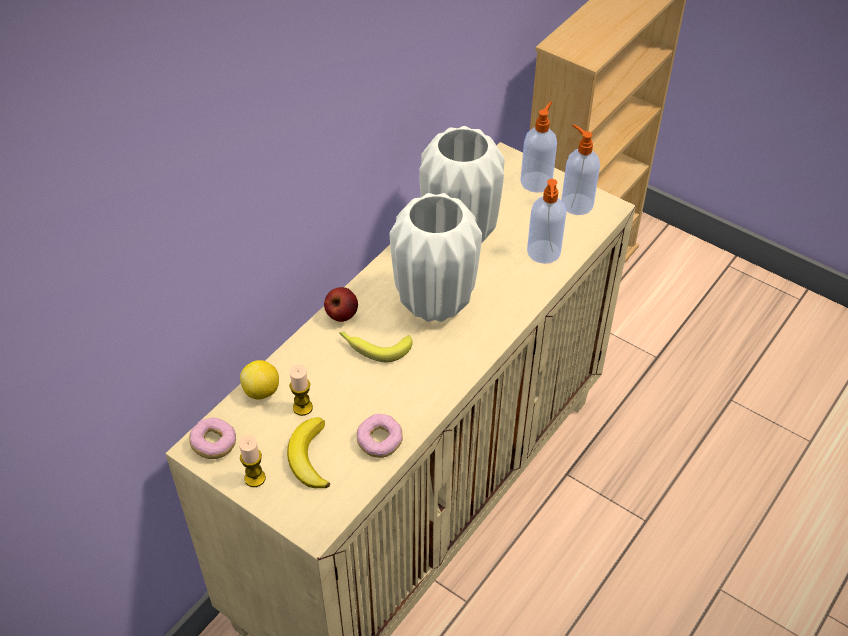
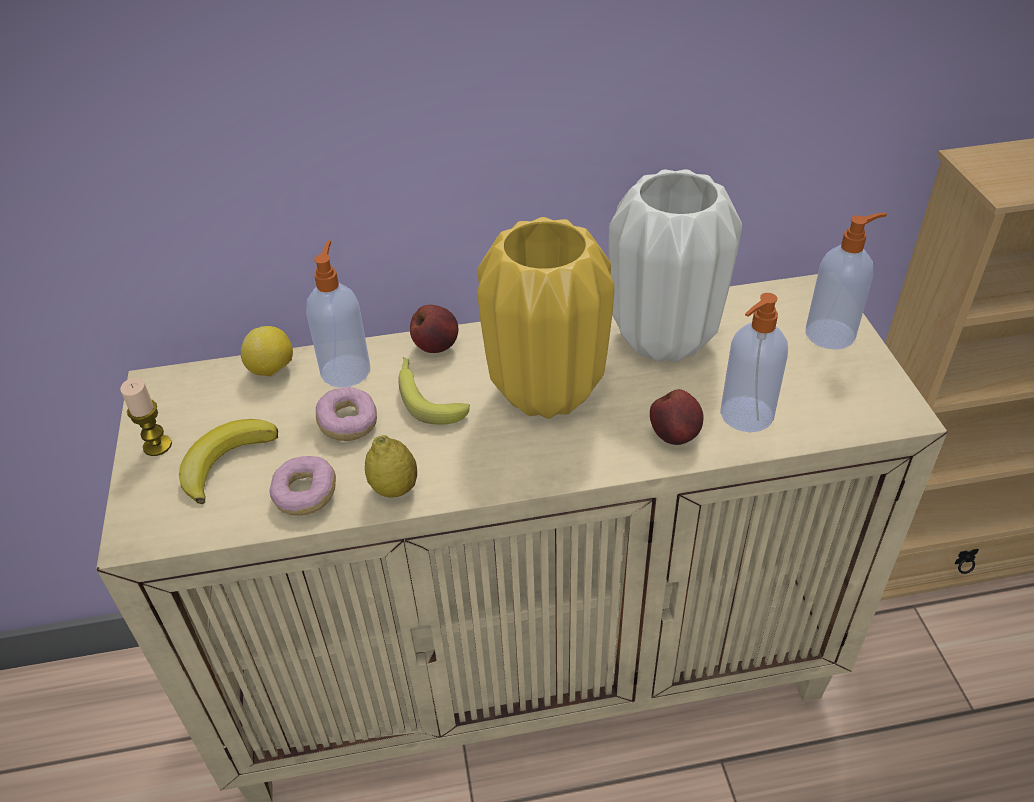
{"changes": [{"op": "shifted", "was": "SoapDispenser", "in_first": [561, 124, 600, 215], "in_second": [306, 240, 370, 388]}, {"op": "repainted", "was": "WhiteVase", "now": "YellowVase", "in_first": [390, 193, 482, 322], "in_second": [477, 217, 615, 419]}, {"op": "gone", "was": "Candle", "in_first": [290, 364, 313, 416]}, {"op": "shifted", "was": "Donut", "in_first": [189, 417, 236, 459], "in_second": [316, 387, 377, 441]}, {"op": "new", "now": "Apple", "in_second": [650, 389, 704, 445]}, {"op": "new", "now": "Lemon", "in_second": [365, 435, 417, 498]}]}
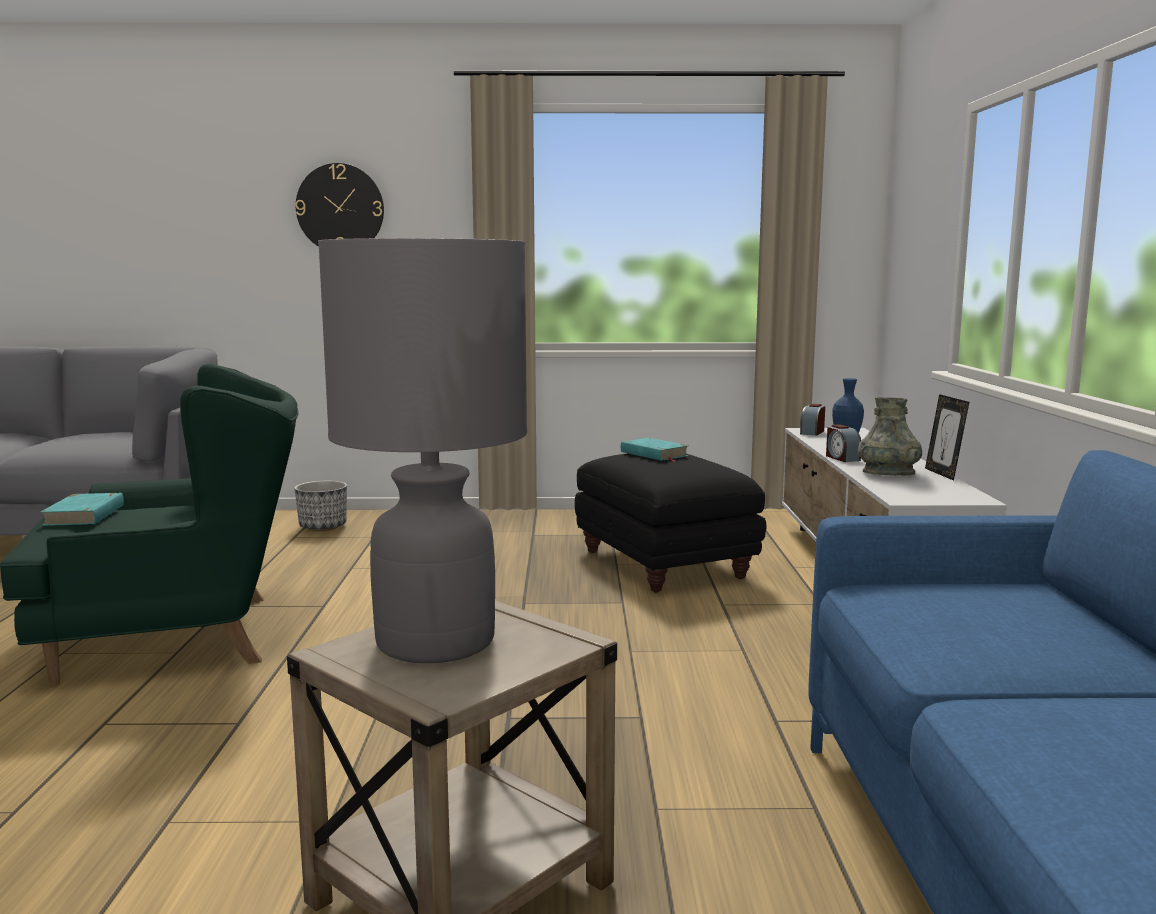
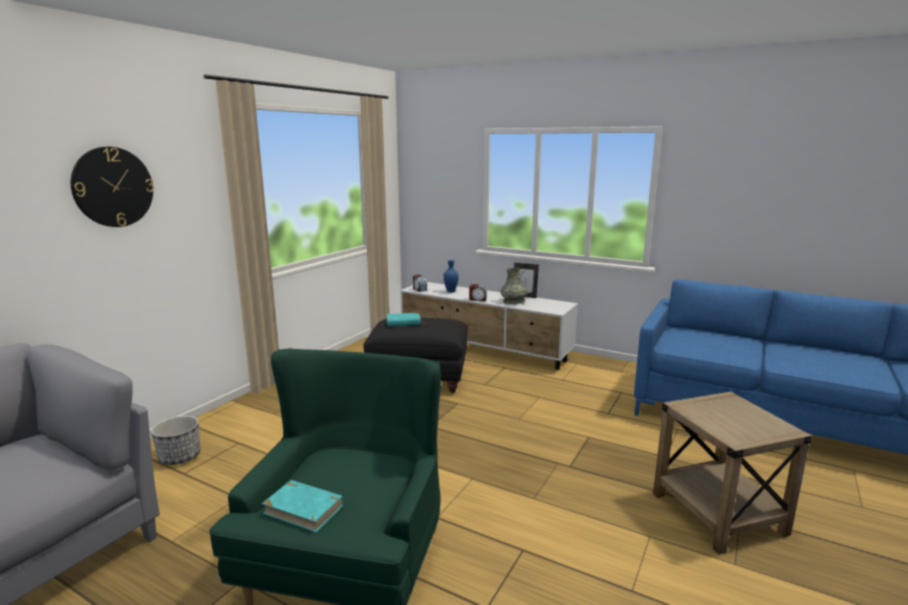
{"changes": [{"op": "gone", "was": "GreyTableLamp", "in_first": [318, 238, 527, 663]}]}
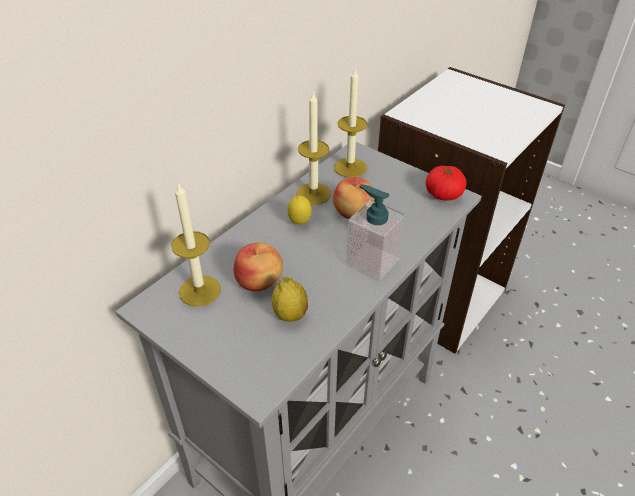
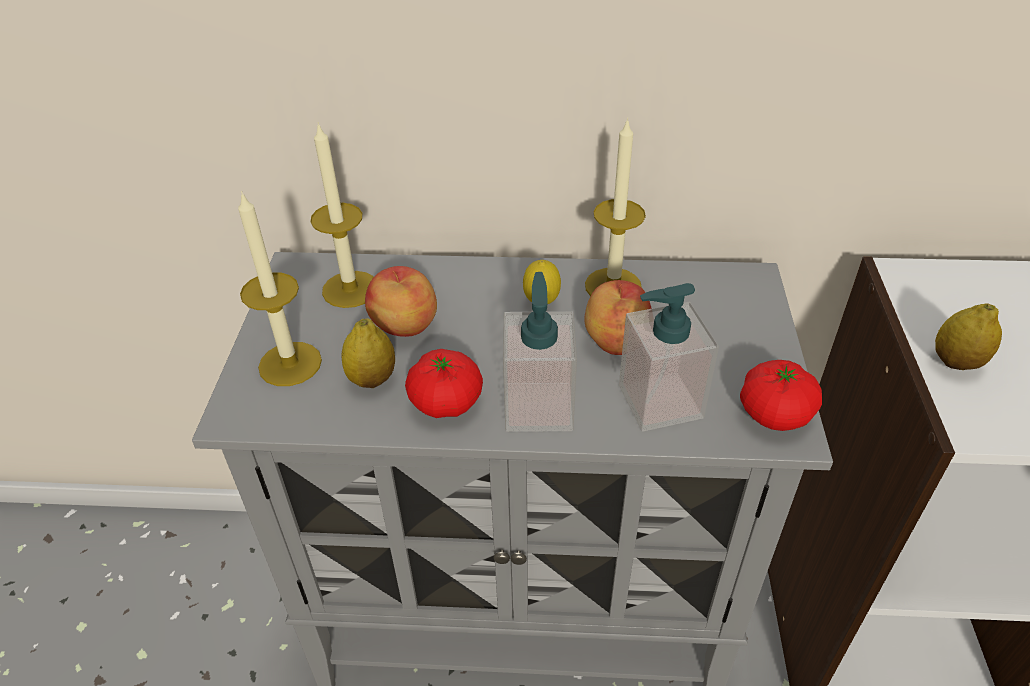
{"changes": [{"op": "shifted", "was": "Candle", "in_first": [334, 69, 367, 178], "in_second": [238, 191, 322, 386]}, {"op": "new", "now": "SoapDispenser", "in_second": [619, 283, 719, 431]}, {"op": "new", "now": "Lemon", "in_second": [935, 303, 1002, 370]}, {"op": "new", "now": "Tomato", "in_second": [405, 349, 483, 418]}]}
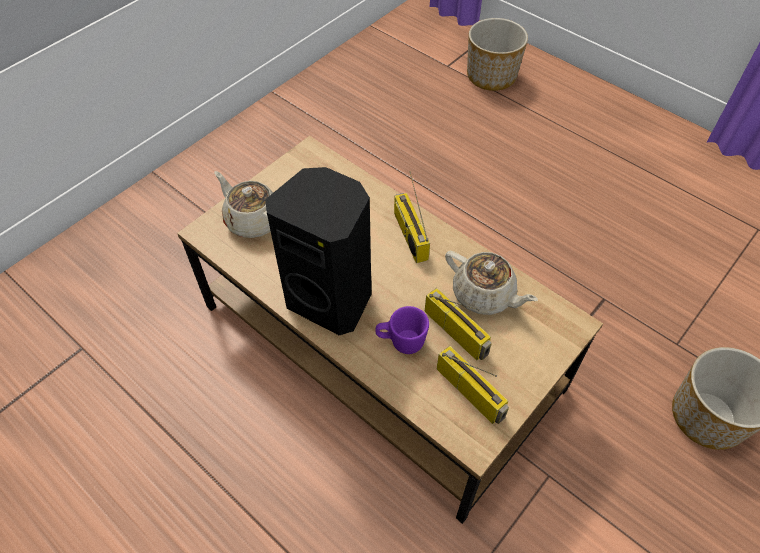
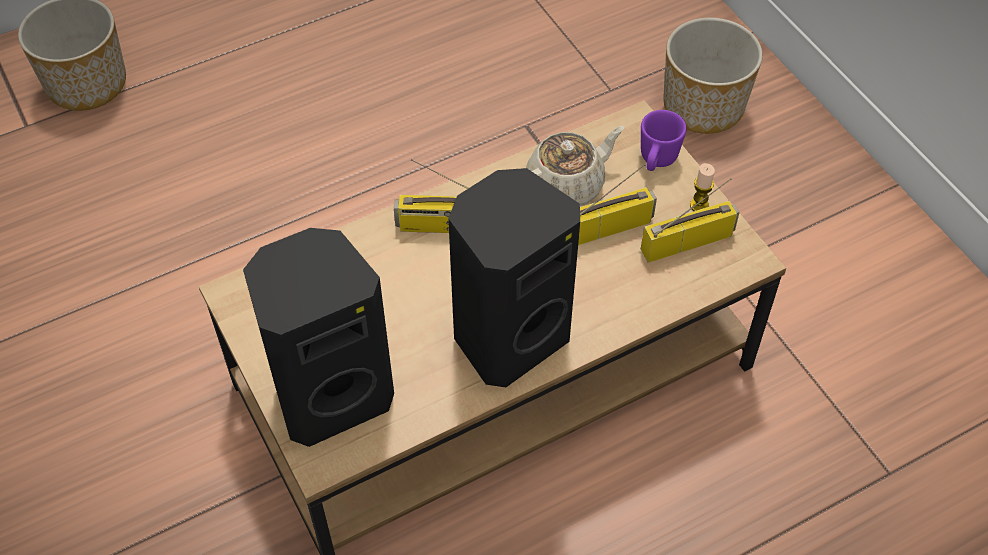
{"changes": [{"op": "swapped", "was": "BeigeTeapot", "now": "BlackSpeaker", "in_first": [214, 171, 273, 238], "in_second": [243, 228, 394, 447]}, {"op": "shifted", "was": "PurpleMug", "in_first": [375, 306, 429, 354], "in_second": [641, 110, 686, 171]}, {"op": "new", "now": "Candle", "in_second": [690, 163, 715, 211]}]}
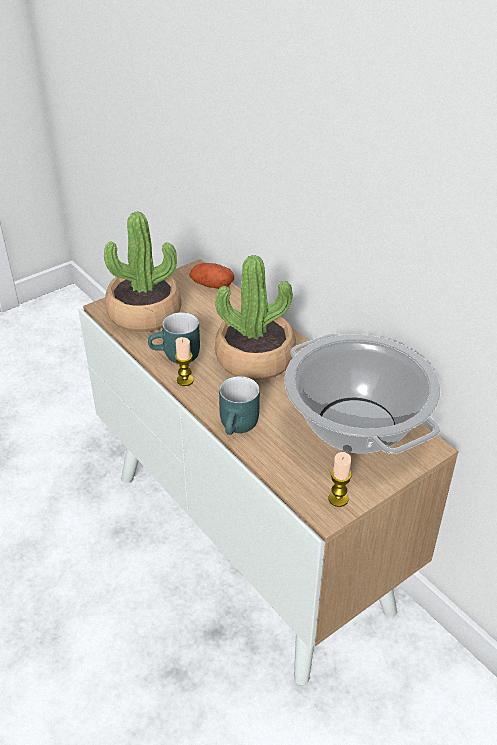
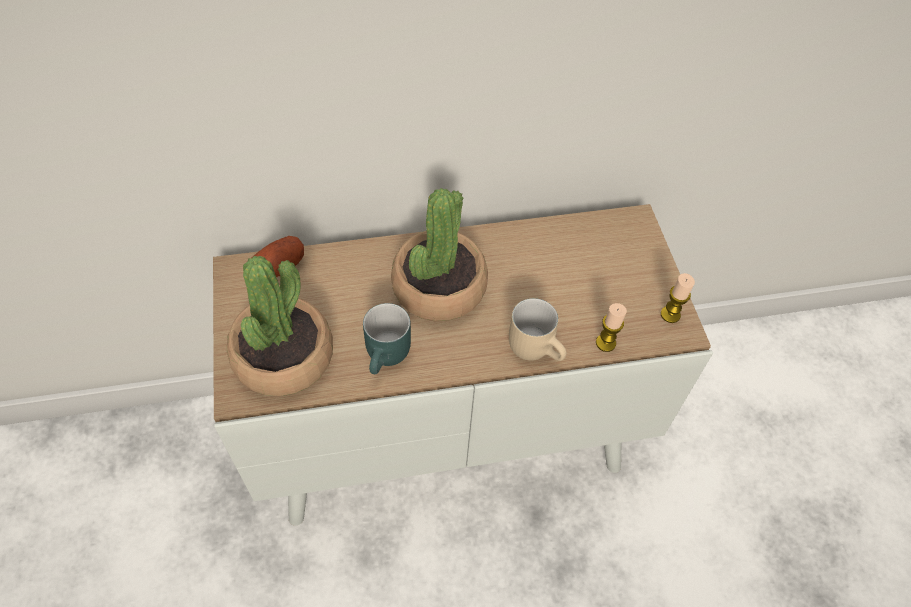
{"changes": [{"op": "gone", "was": "CookingPot", "in_first": [284, 333, 440, 454]}, {"op": "shifted", "was": "Candle", "in_first": [175, 337, 194, 386], "in_second": [596, 303, 627, 352]}, {"op": "repainted", "was": "TurquoiseMug", "now": "BeigeMug", "in_first": [219, 376, 260, 435], "in_second": [509, 298, 567, 361]}]}
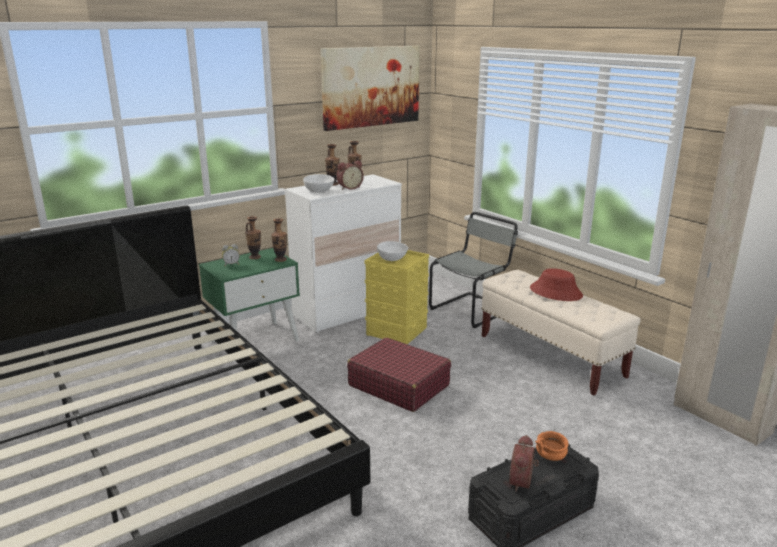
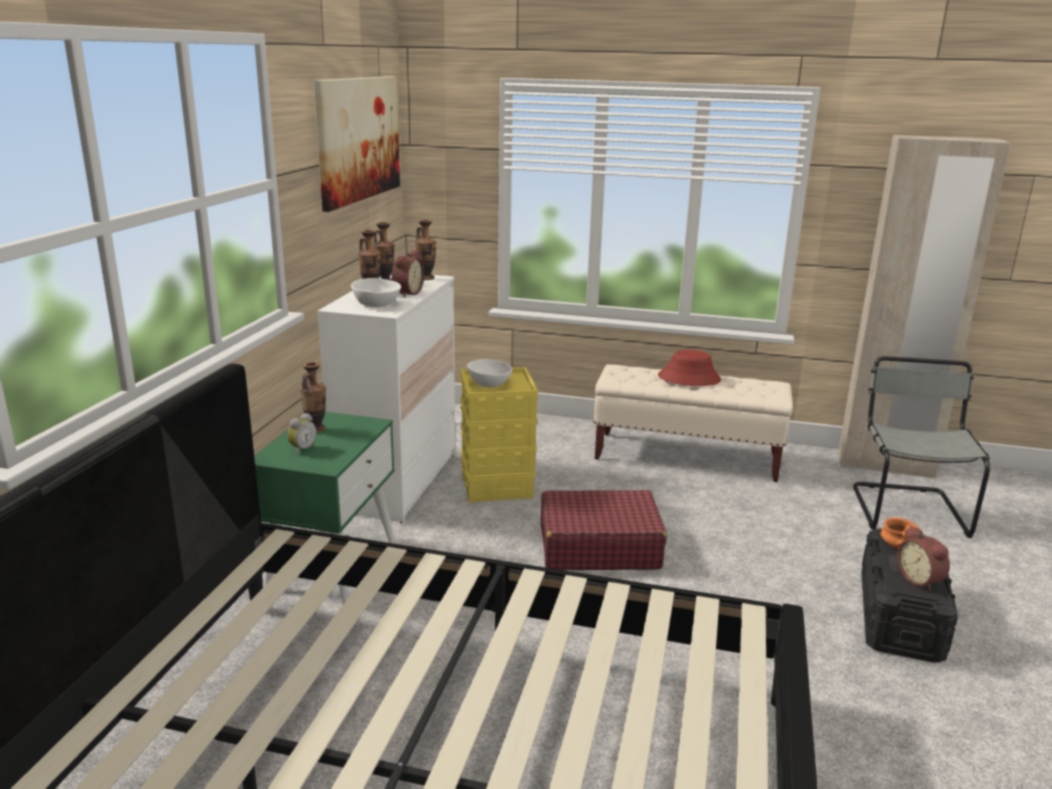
{"changes": [{"op": "shifted", "was": "GreyChair", "in_first": [429, 212, 518, 328], "in_second": [853, 356, 990, 538]}, {"op": "shifted", "was": "Vase", "in_first": [271, 218, 287, 262], "in_second": [415, 220, 436, 280]}]}
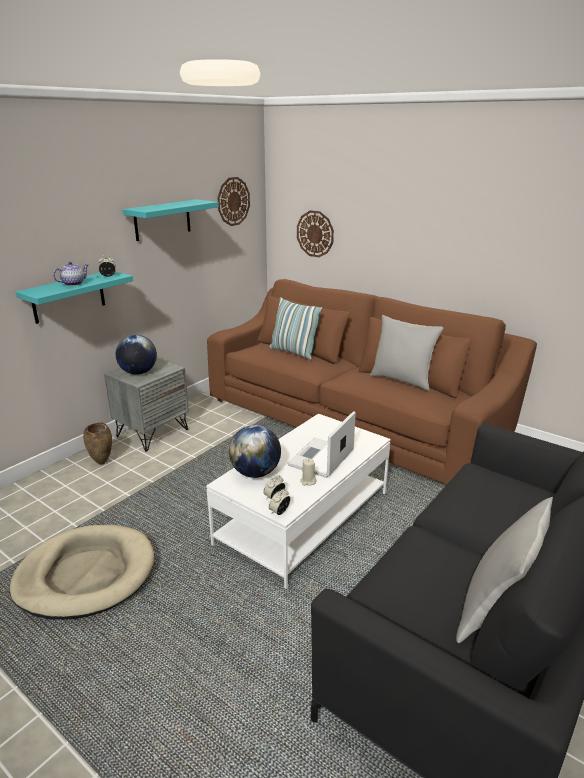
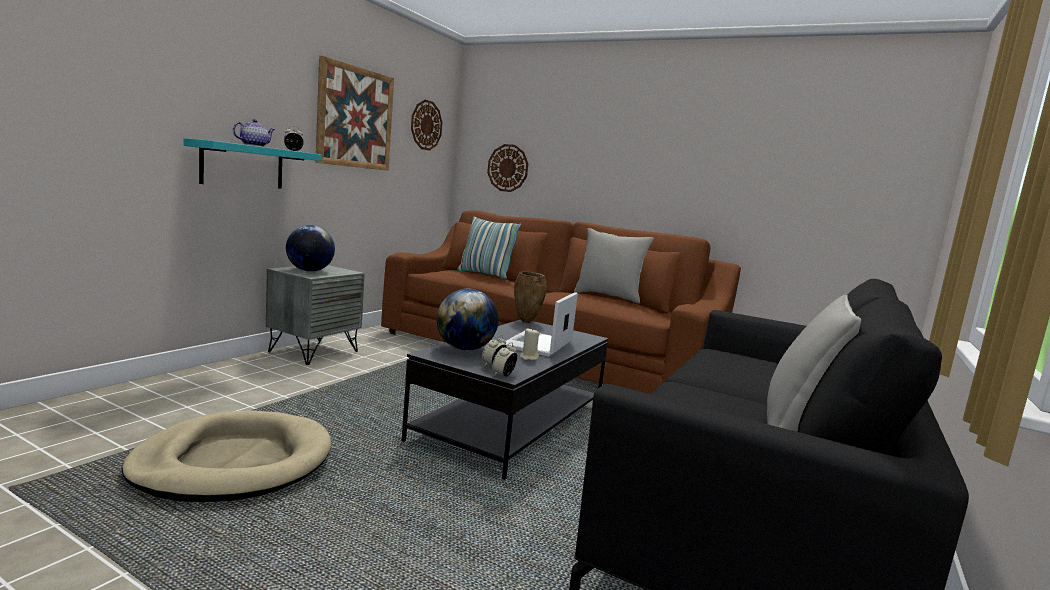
{"changes": [{"op": "swapped", "was": "TurquoiseShelf", "now": "Picture", "in_first": [122, 199, 219, 241], "in_second": [315, 56, 394, 171]}, {"op": "repainted", "was": "WhiteCoffeeTable", "now": "BlackCoffeeTable", "in_first": [206, 413, 391, 589], "in_second": [402, 319, 608, 480]}, {"op": "shifted", "was": "BrownVase", "in_first": [83, 422, 112, 465], "in_second": [514, 272, 547, 323]}]}
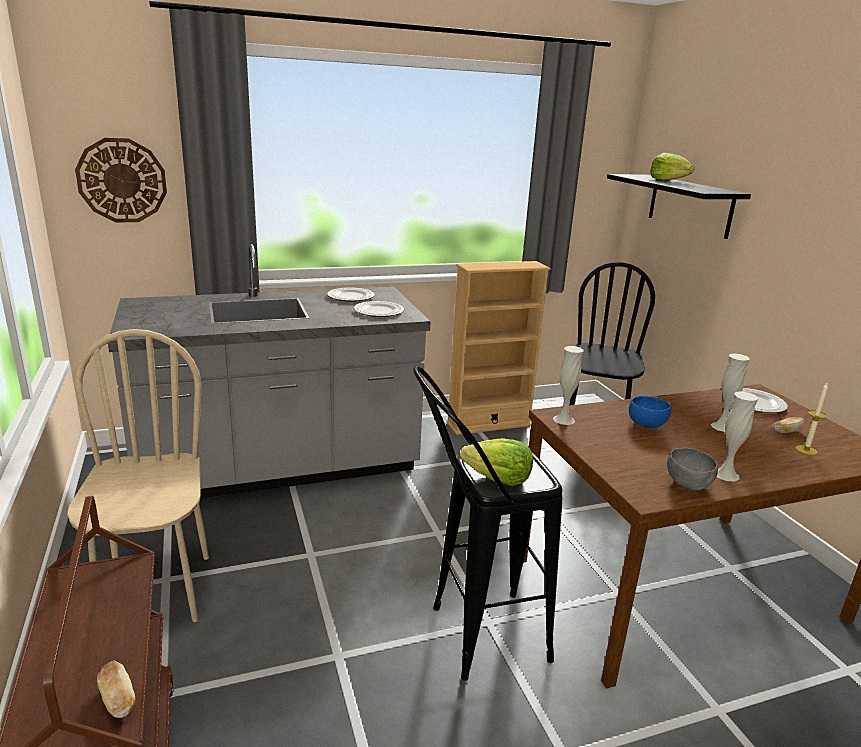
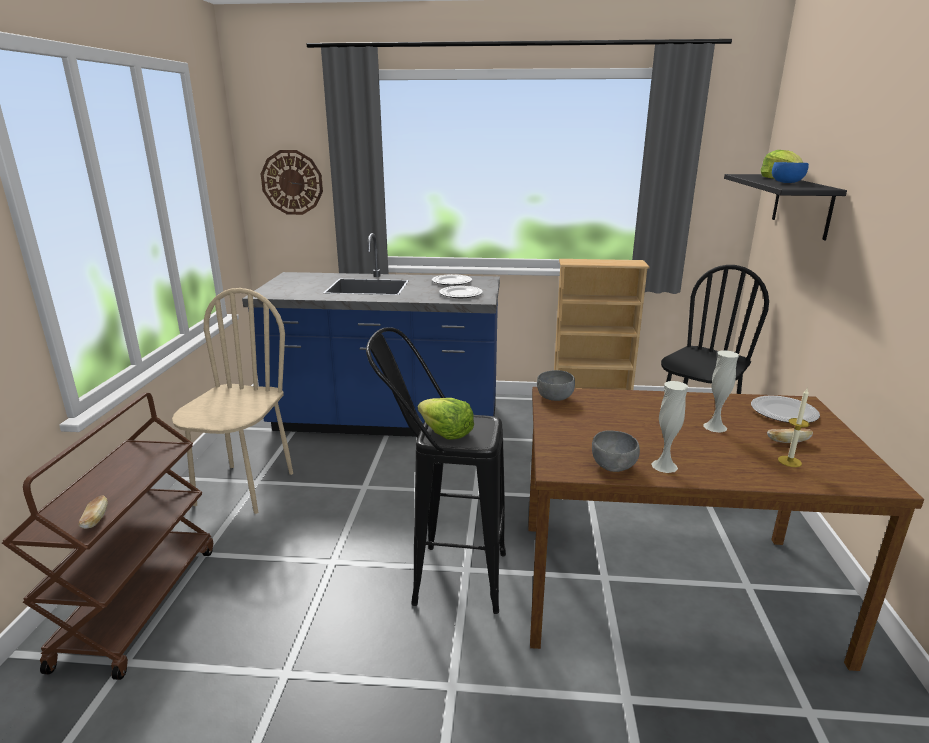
{"changes": [{"op": "repainted", "was": "GreyCounter", "now": "BlueCounter", "in_first": [108, 244, 431, 499], "in_second": [242, 233, 500, 437]}, {"op": "swapped", "was": "WhiteVase", "now": "GreyBowl", "in_first": [553, 346, 584, 425], "in_second": [537, 370, 575, 401]}, {"op": "shifted", "was": "BlueBowl", "in_first": [629, 396, 671, 428], "in_second": [772, 162, 809, 183]}]}
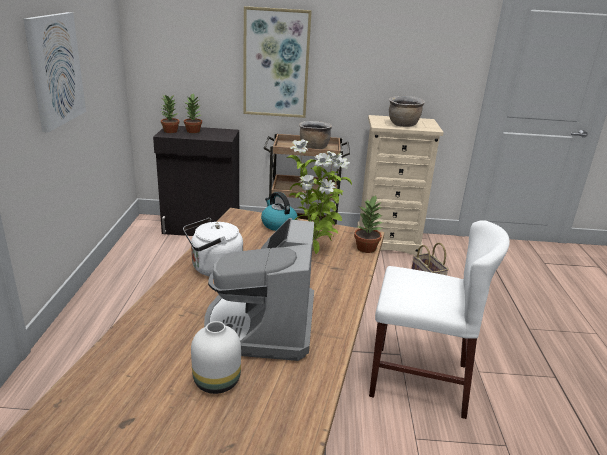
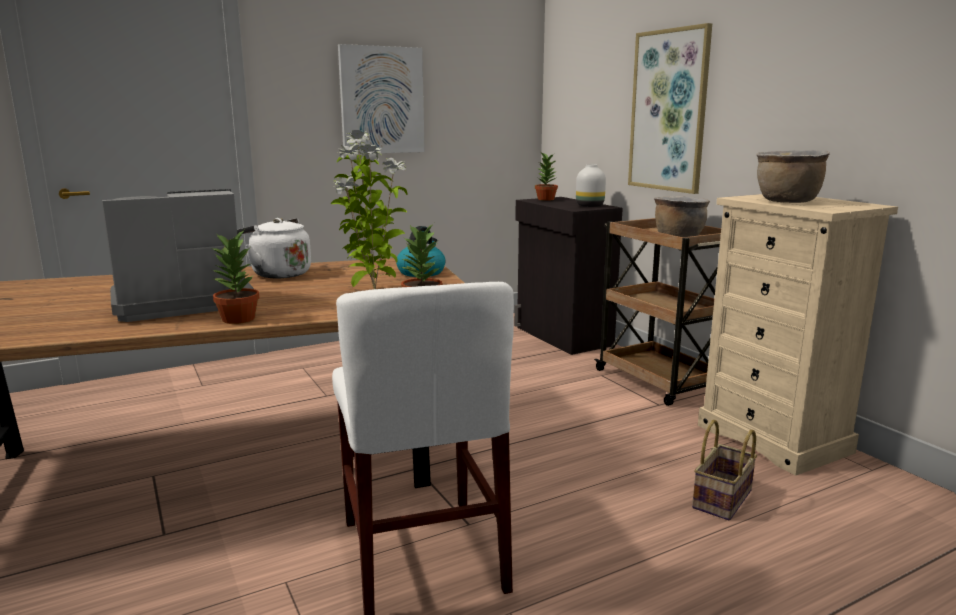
{"changes": [{"op": "shifted", "was": "PottedPlant", "in_first": [184, 94, 202, 133], "in_second": [210, 230, 259, 324]}, {"op": "shifted", "was": "WhiteVase", "in_first": [191, 321, 241, 394], "in_second": [576, 164, 606, 207]}]}
